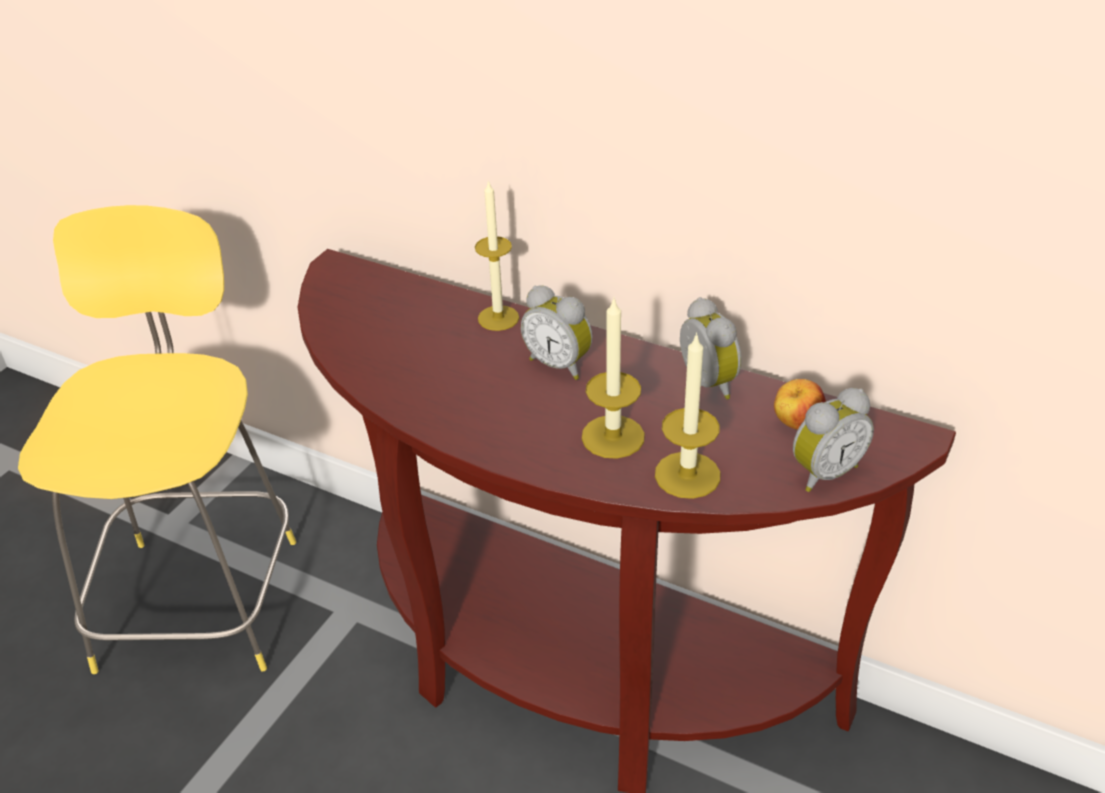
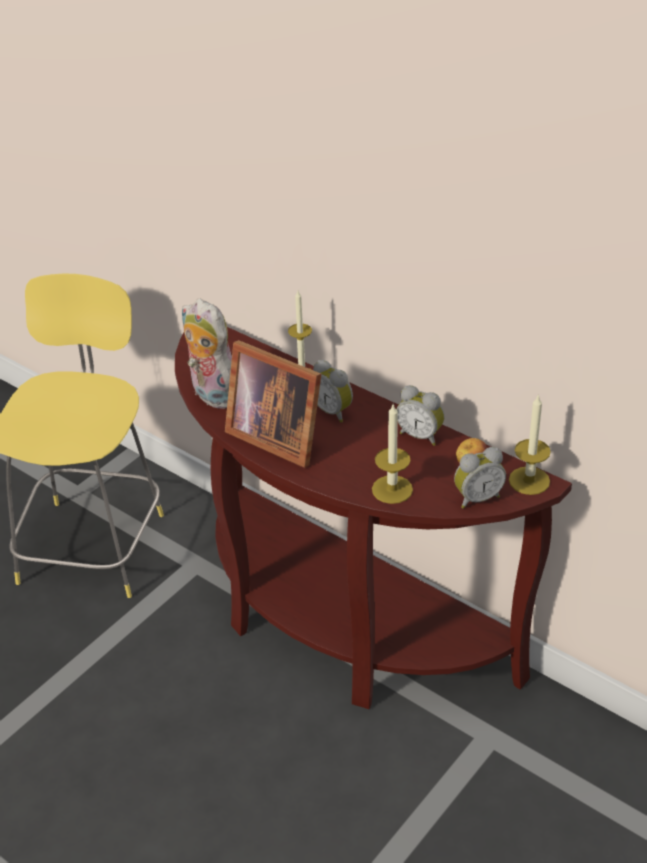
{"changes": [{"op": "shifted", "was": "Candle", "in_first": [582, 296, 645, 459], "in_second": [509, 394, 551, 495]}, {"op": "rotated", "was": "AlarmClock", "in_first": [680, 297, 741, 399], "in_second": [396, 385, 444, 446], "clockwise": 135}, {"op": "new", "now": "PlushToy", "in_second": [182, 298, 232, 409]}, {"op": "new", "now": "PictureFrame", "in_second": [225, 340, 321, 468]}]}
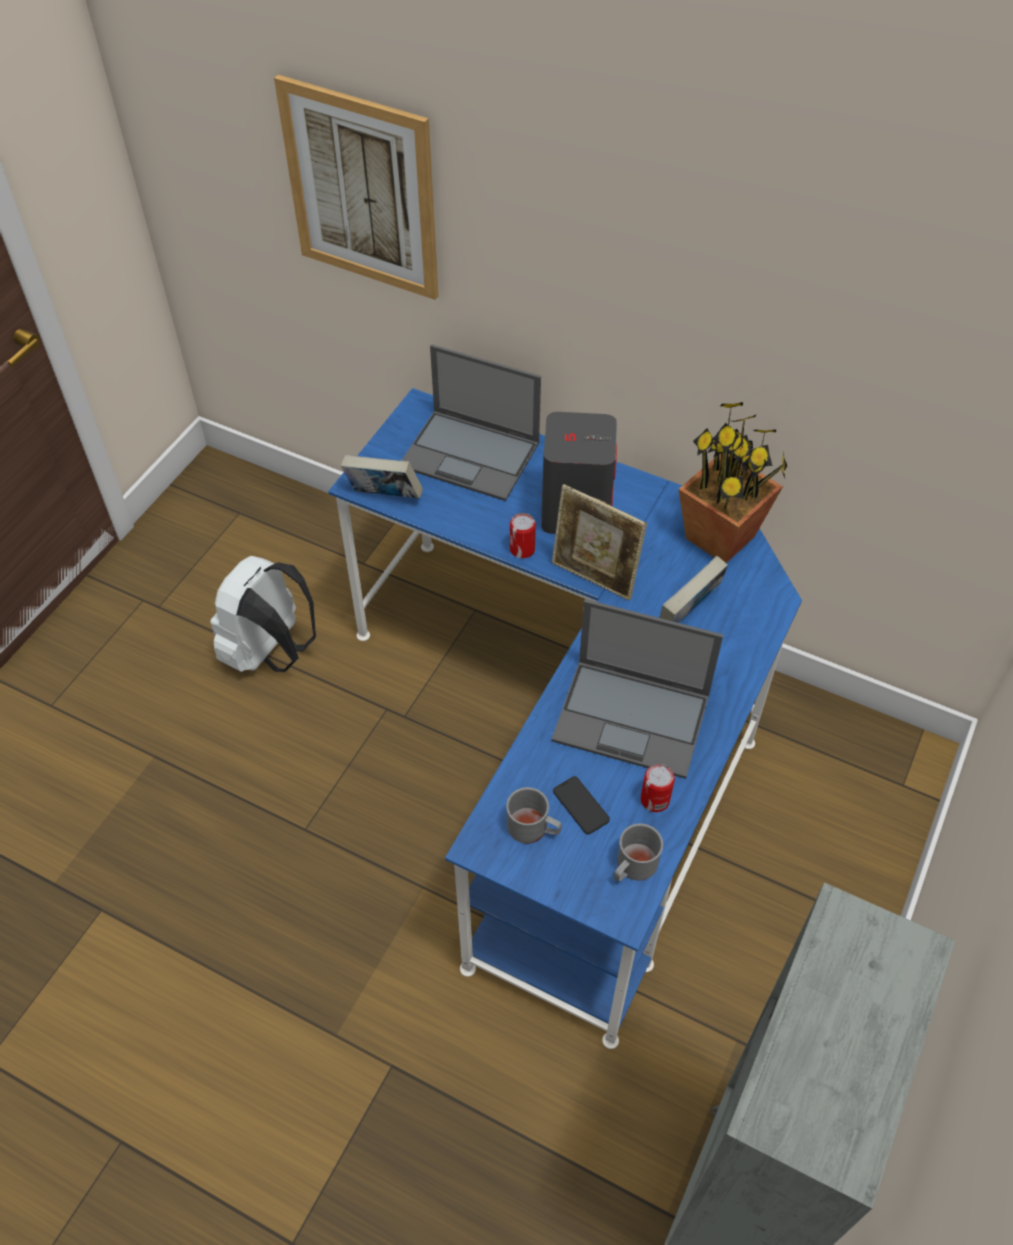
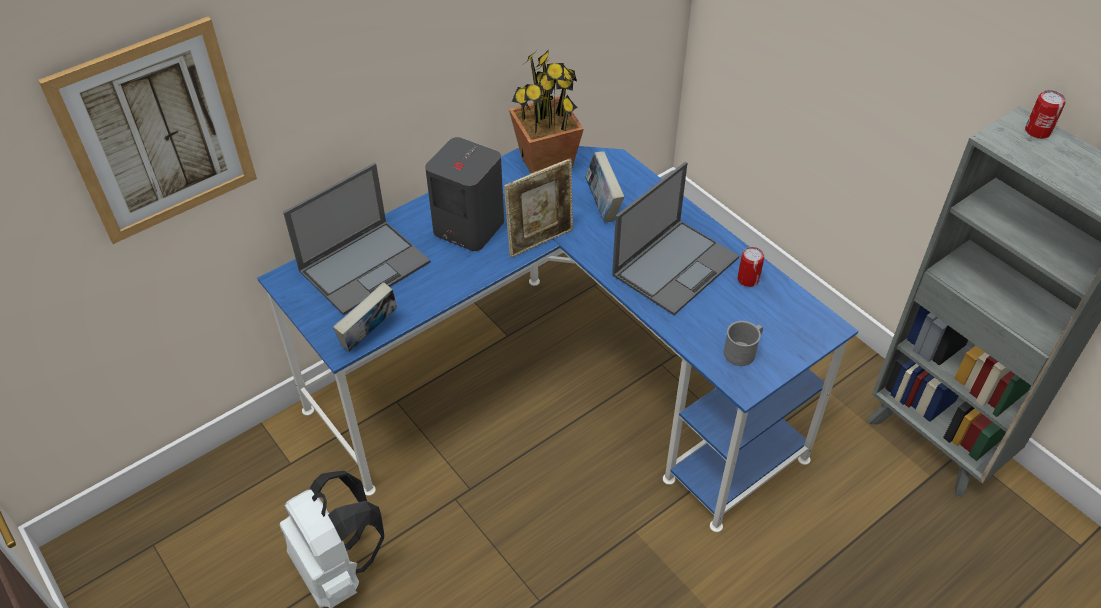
{"changes": [{"op": "shifted", "was": "Can", "in_first": [510, 513, 536, 558], "in_second": [1025, 90, 1066, 139]}, {"op": "gone", "was": "Phone", "in_first": [553, 776, 610, 834]}, {"op": "gone", "was": "GreyMug", "in_first": [614, 823, 663, 882]}]}
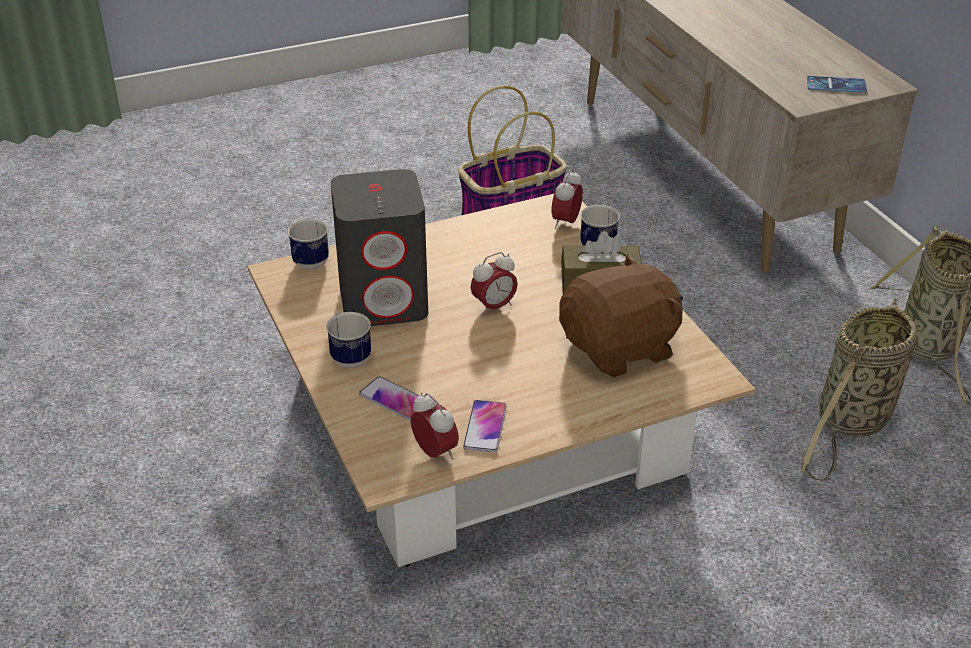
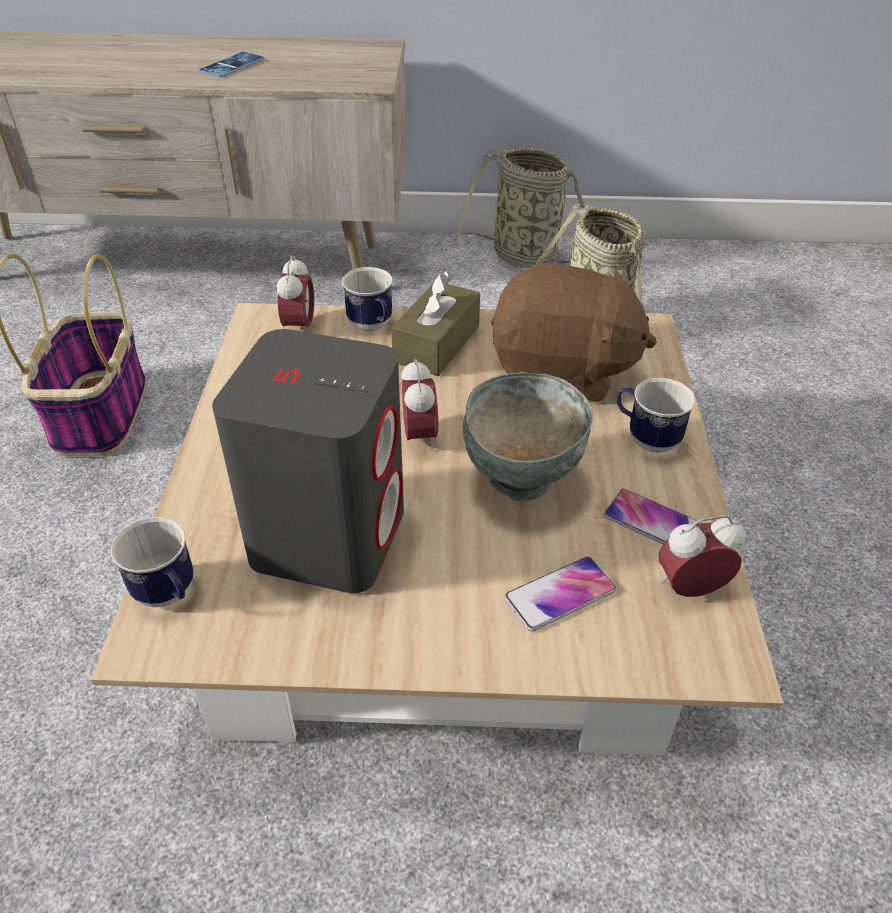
{"changes": [{"op": "shifted", "was": "Phone", "in_first": [807, 76, 867, 93], "in_second": [200, 52, 264, 77]}, {"op": "rotated", "was": "AlarmClock", "in_first": [551, 169, 583, 229], "in_second": [277, 255, 314, 332], "clockwise": -135}, {"op": "rotated", "was": "BrownPlushToy", "in_first": [559, 254, 683, 378], "in_second": [491, 263, 657, 402], "clockwise": 105}, {"op": "shifted", "was": "Mug", "in_first": [326, 310, 371, 368], "in_second": [617, 378, 695, 453]}, {"op": "new", "now": "GreyBowl", "in_second": [463, 372, 593, 501]}]}
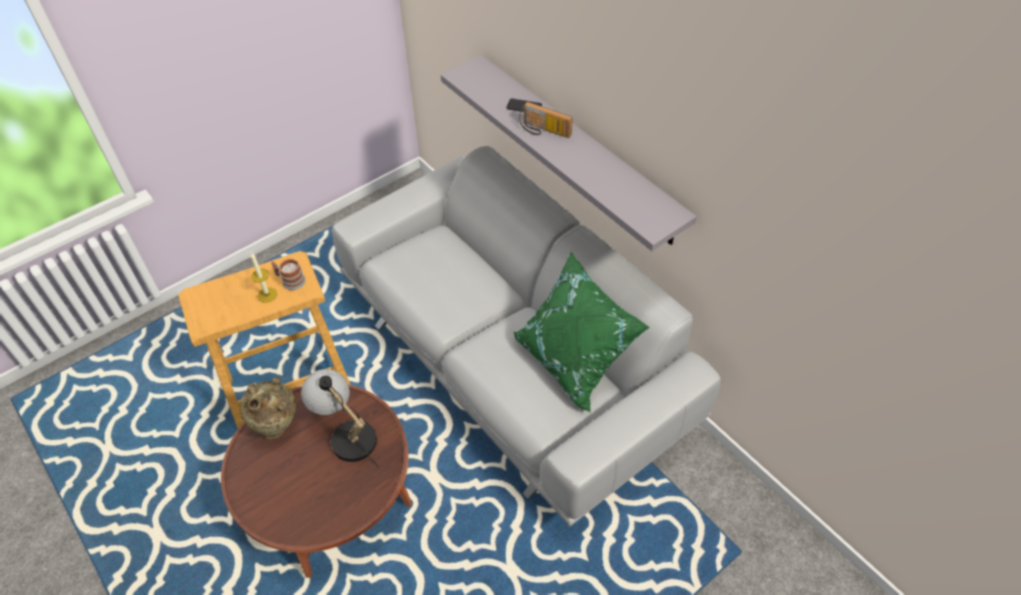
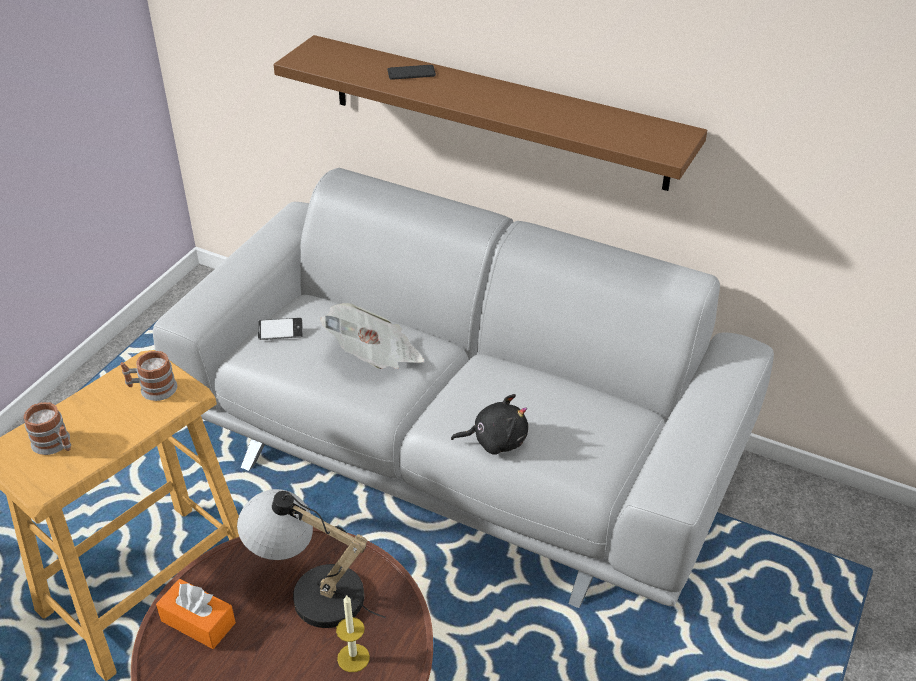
{"changes": [{"op": "repainted", "was": "GreyShelf", "now": "BrownShelf", "in_first": [441, 55, 697, 251], "in_second": [273, 35, 707, 191]}, {"op": "gone", "was": "Radio", "in_first": [519, 102, 573, 138]}, {"op": "shifted", "was": "Candle", "in_first": [251, 252, 277, 303], "in_second": [336, 595, 370, 672]}, {"op": "gone", "was": "GreenPillow", "in_first": [514, 252, 650, 412]}, {"op": "swapped", "was": "BeigeVase", "now": "OrangeTissueBox", "in_first": [240, 376, 296, 439], "in_second": [156, 579, 236, 649]}, {"op": "new", "now": "Newspaper", "in_second": [320, 303, 424, 369]}, {"op": "new", "now": "Phone", "in_second": [258, 318, 303, 340]}, {"op": "new", "now": "BlackPlushToy", "in_second": [451, 394, 528, 455]}, {"op": "new", "now": "Mug", "in_second": [24, 402, 71, 455]}]}
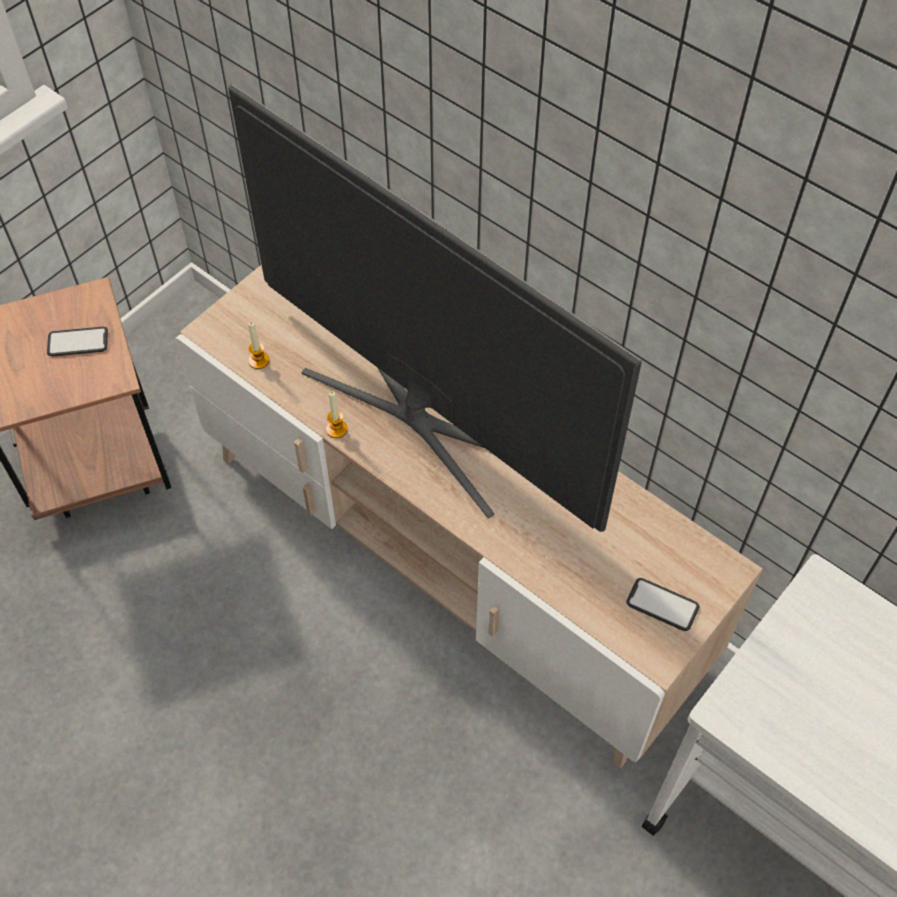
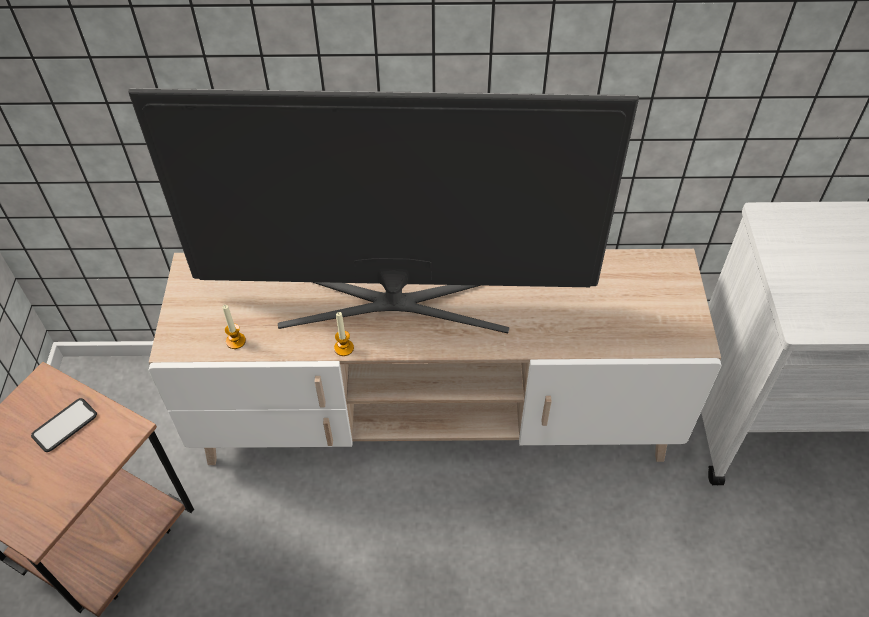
{"changes": [{"op": "gone", "was": "Phone", "in_first": [626, 578, 699, 631]}]}
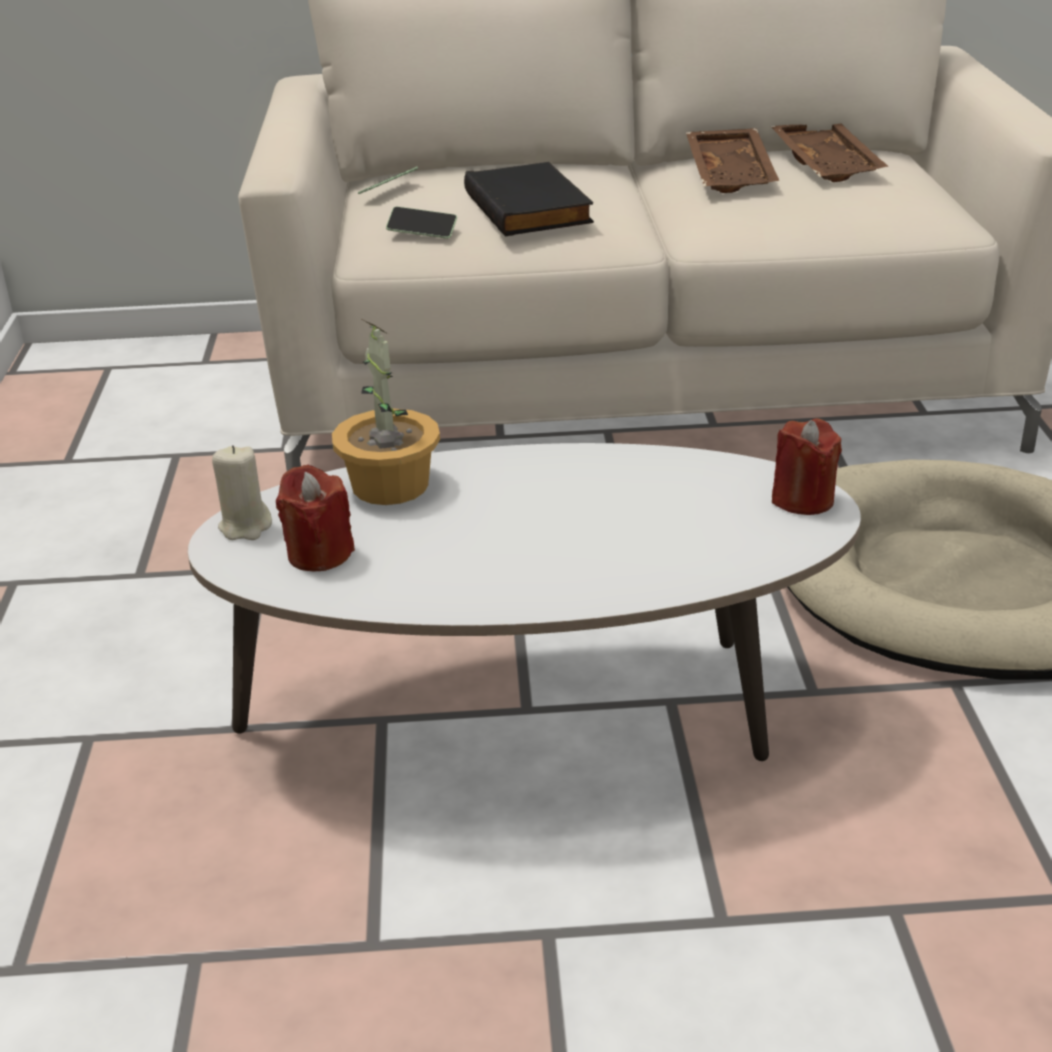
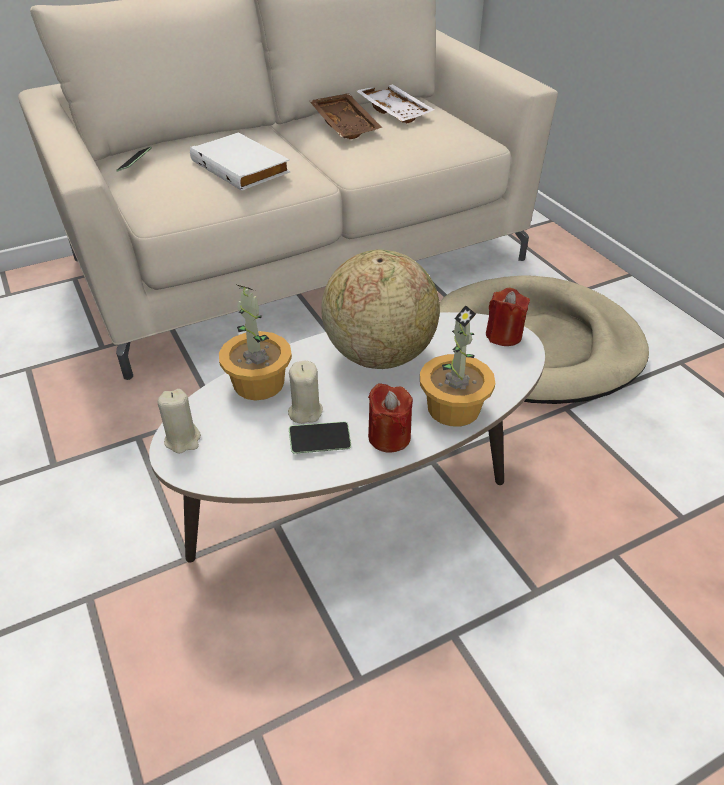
{"changes": [{"op": "repainted", "was": "BrownTray", "now": "WhiteTray", "in_first": [771, 123, 888, 182], "in_second": [356, 84, 435, 123]}, {"op": "repainted", "was": "BlackBook", "now": "WhiteBook", "in_first": [464, 162, 594, 236], "in_second": [190, 132, 290, 191]}, {"op": "shifted", "was": "Phone", "in_first": [386, 206, 457, 239], "in_second": [289, 422, 351, 454]}, {"op": "shifted", "was": "RedCandle", "in_first": [276, 465, 355, 571], "in_second": [368, 383, 413, 453]}, {"op": "new", "now": "Globe", "in_second": [321, 249, 440, 369]}, {"op": "new", "now": "PottedPlant", "in_second": [420, 305, 495, 427]}, {"op": "new", "now": "BeigeCandle", "in_second": [288, 361, 323, 424]}]}
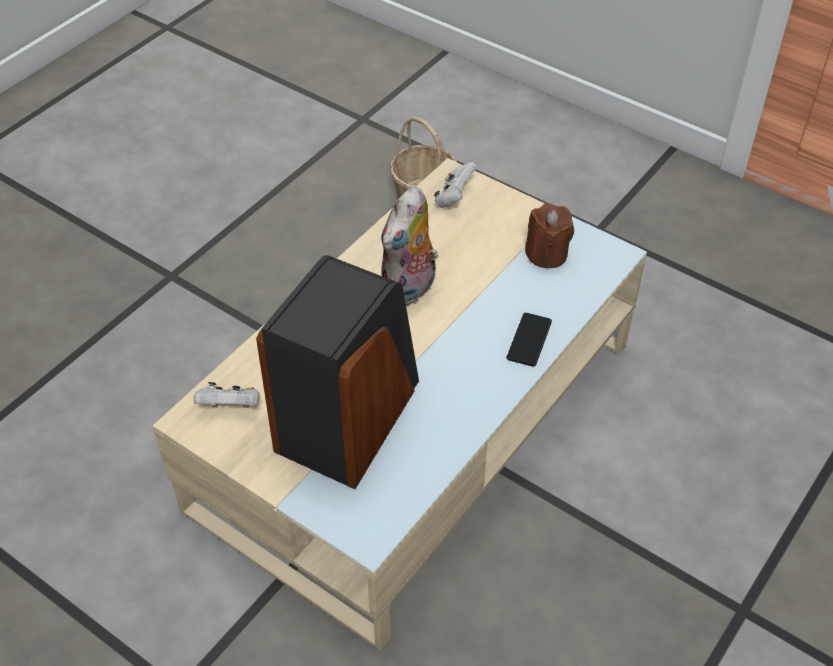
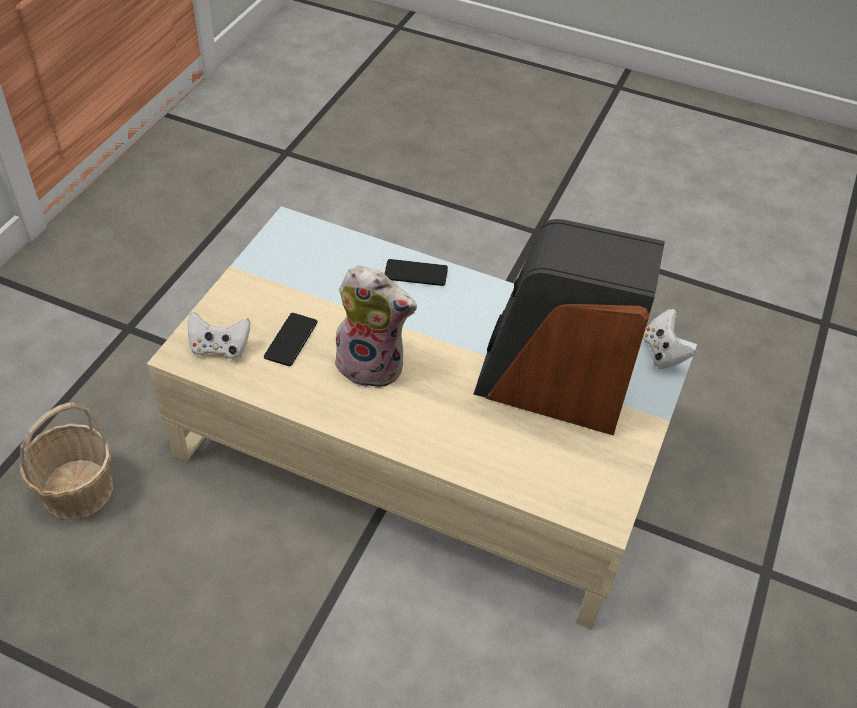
{"changes": [{"op": "gone", "was": "BrownCandle", "in_first": [525, 203, 574, 268]}, {"op": "shifted", "was": "WhiteGameController", "in_first": [193, 382, 260, 408], "in_second": [643, 309, 695, 369]}, {"op": "new", "now": "Phone", "in_second": [264, 313, 318, 366]}]}
